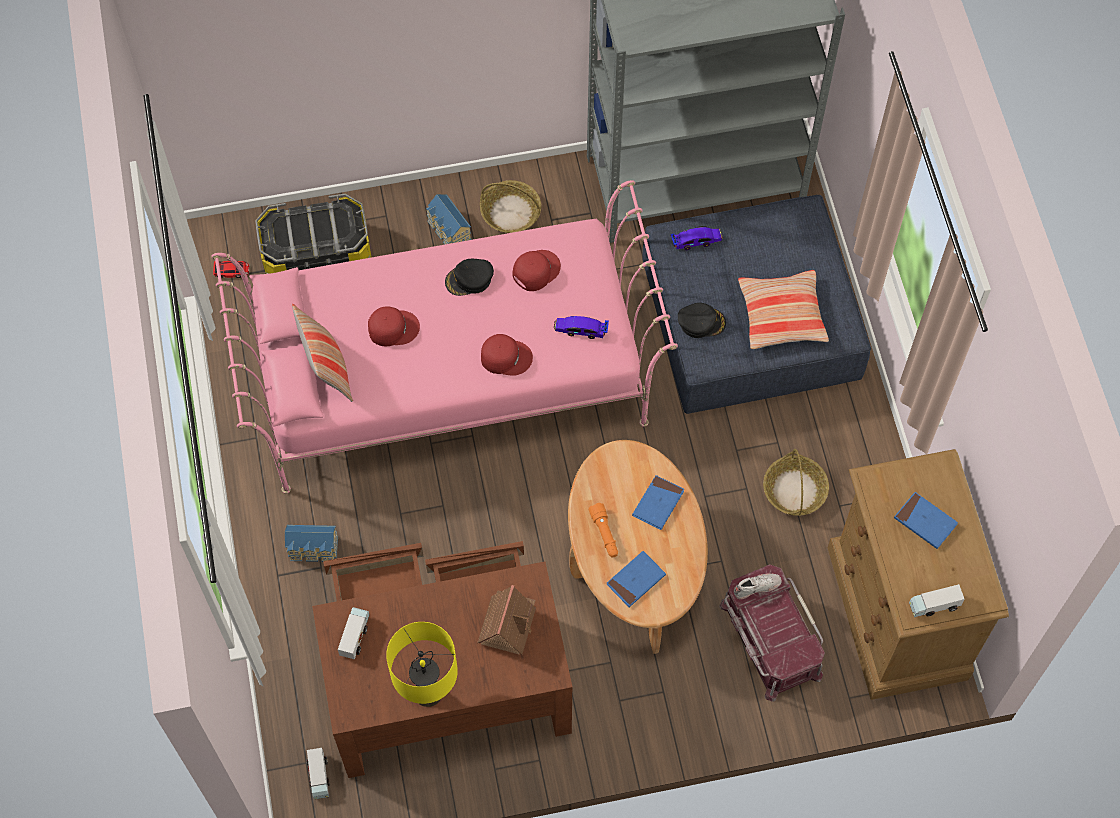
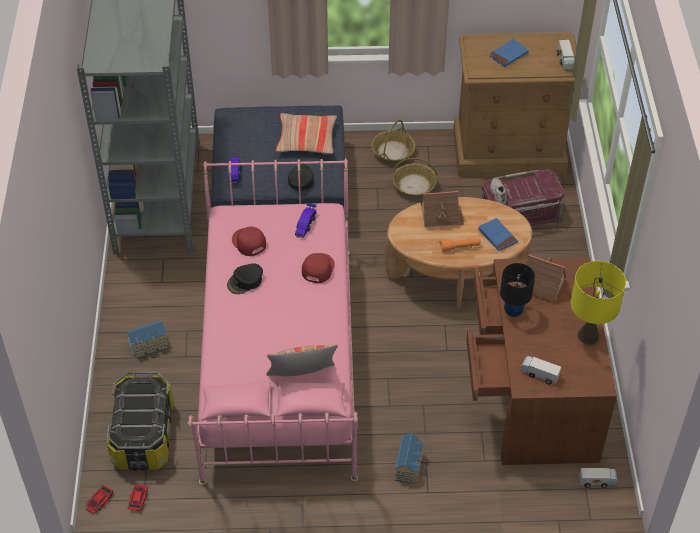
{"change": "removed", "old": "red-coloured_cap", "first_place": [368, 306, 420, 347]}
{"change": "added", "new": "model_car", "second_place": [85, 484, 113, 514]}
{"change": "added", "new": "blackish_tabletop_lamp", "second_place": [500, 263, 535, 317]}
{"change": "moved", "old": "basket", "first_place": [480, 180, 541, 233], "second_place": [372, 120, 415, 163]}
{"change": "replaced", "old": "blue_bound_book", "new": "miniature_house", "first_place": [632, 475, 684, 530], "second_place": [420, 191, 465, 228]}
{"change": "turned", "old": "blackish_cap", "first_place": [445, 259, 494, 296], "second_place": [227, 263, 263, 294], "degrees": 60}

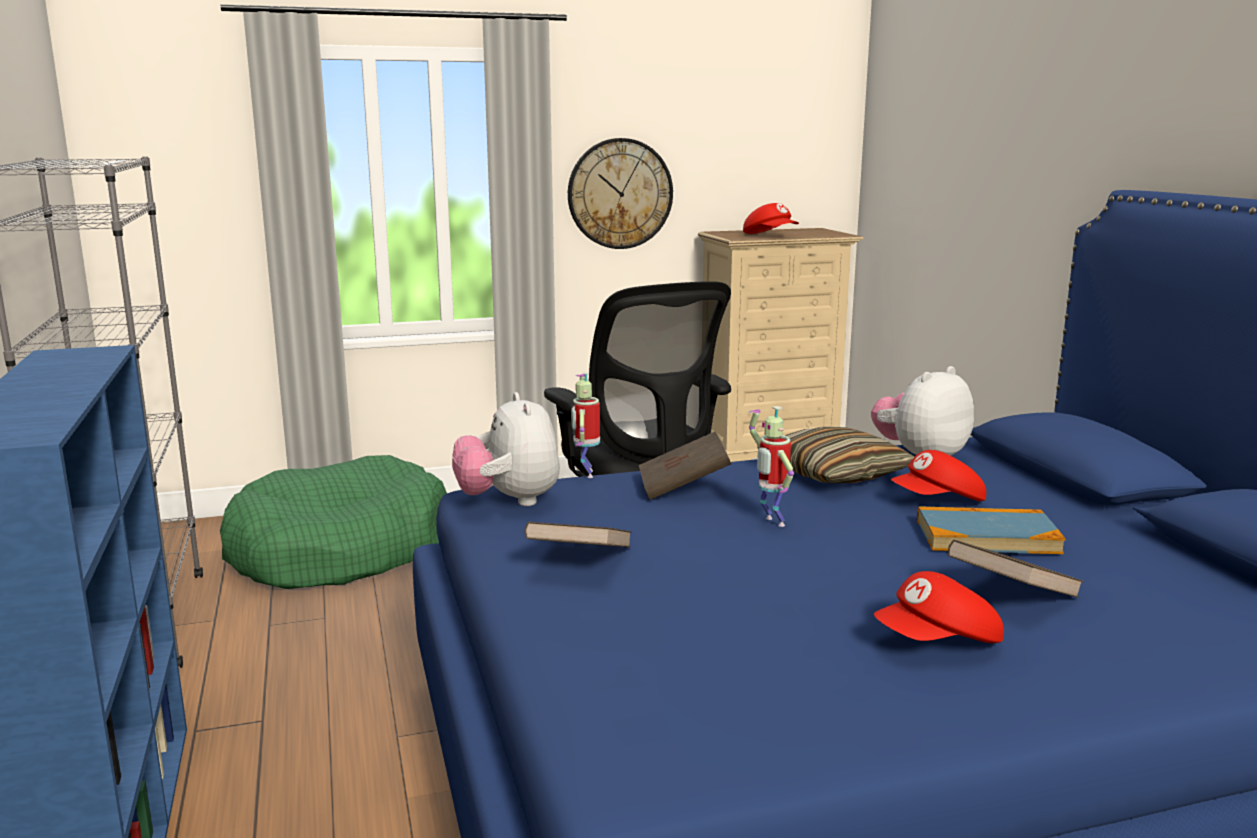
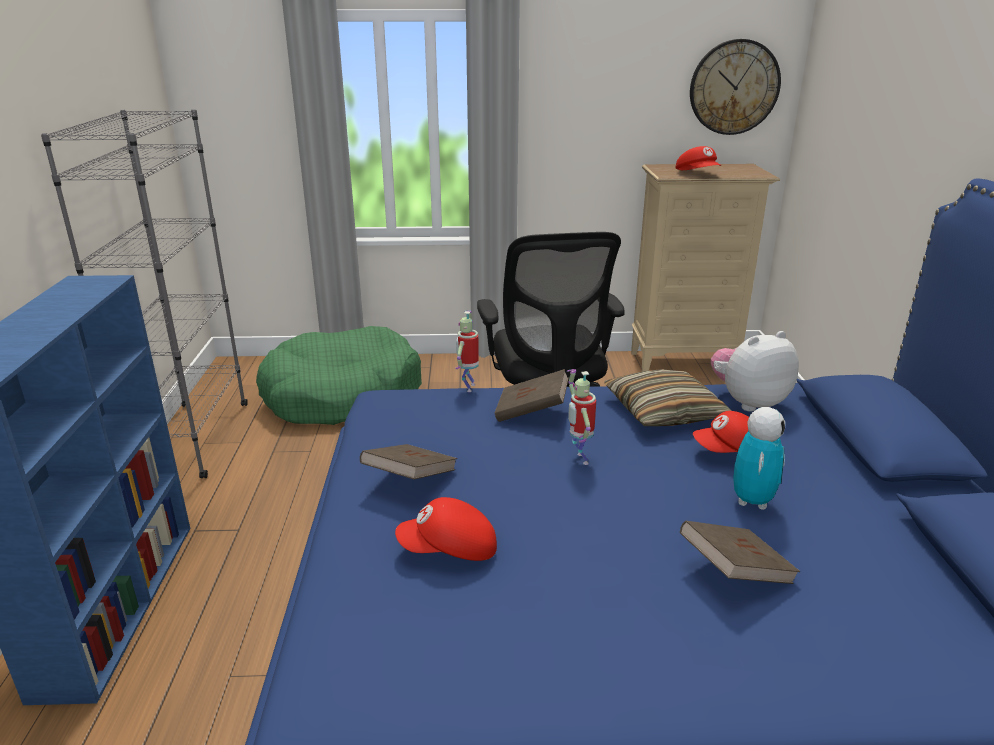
{"change": "removed", "old": "soft_toy", "first_place": [452, 392, 560, 506]}
{"change": "moved", "old": "wall_clock", "first_place": [568, 138, 673, 249], "second_place": [690, 39, 781, 135]}
{"change": "moved", "old": "red-coloured_cap", "first_place": [874, 571, 1004, 643], "second_place": [395, 497, 497, 561]}
{"change": "replaced", "old": "bound_book", "new": "toy_robot", "first_place": [917, 506, 1066, 554], "second_place": [733, 407, 785, 510]}

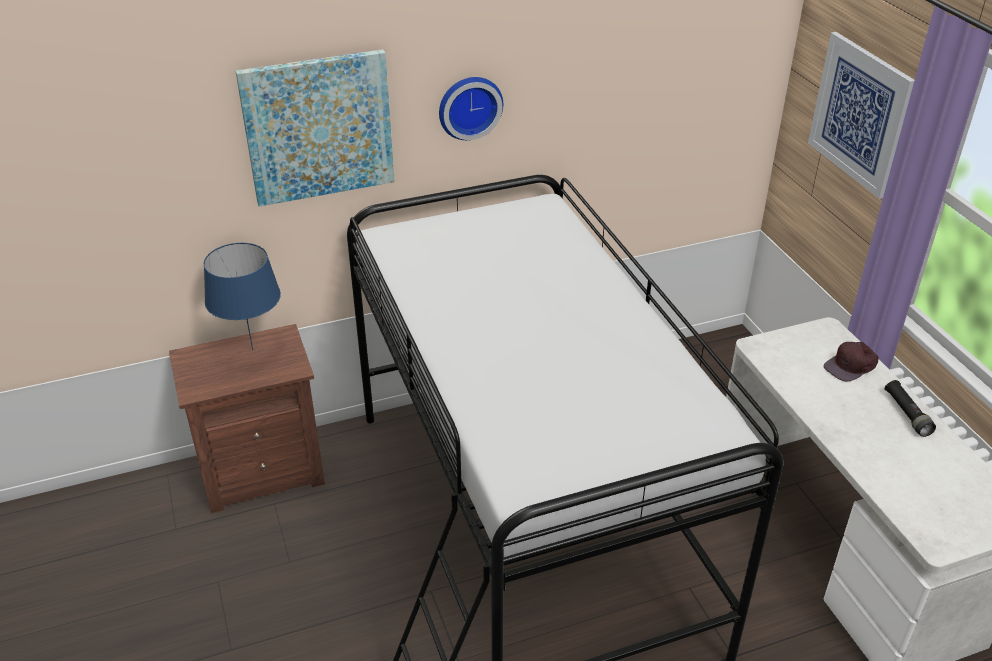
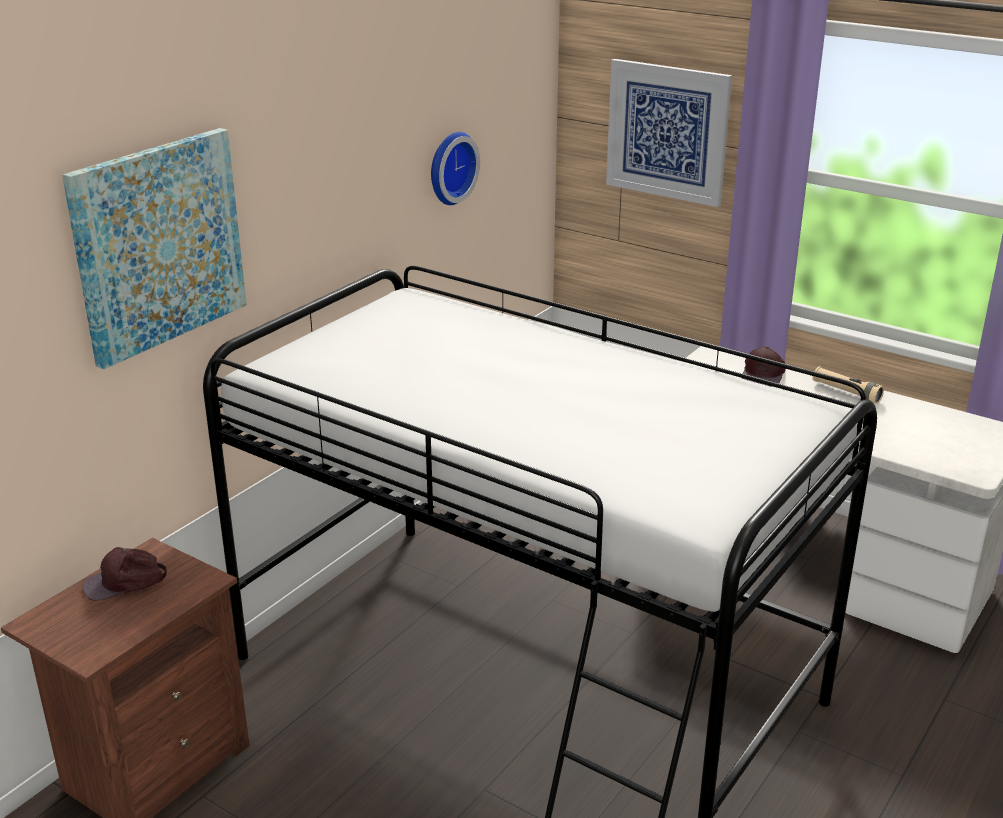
{"change": "moved", "old": "wall_clock", "first_place": [439, 77, 503, 140], "second_place": [431, 132, 480, 205]}
{"change": "replaced", "old": "blue_tabletop_lamp", "new": "brown_cap", "first_place": [204, 243, 281, 350], "second_place": [82, 547, 166, 601]}
{"change": "recoloured", "old": "blackish_hand_torch", "new": "beige_hand_torch", "first_place": [884, 380, 936, 437], "second_place": [812, 366, 884, 404]}

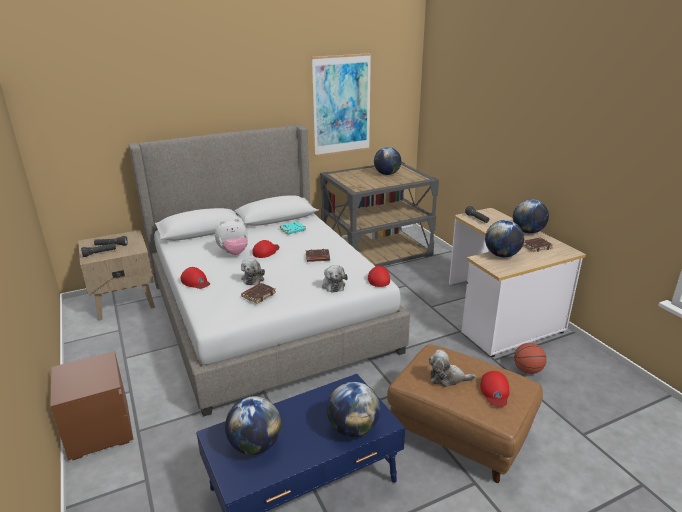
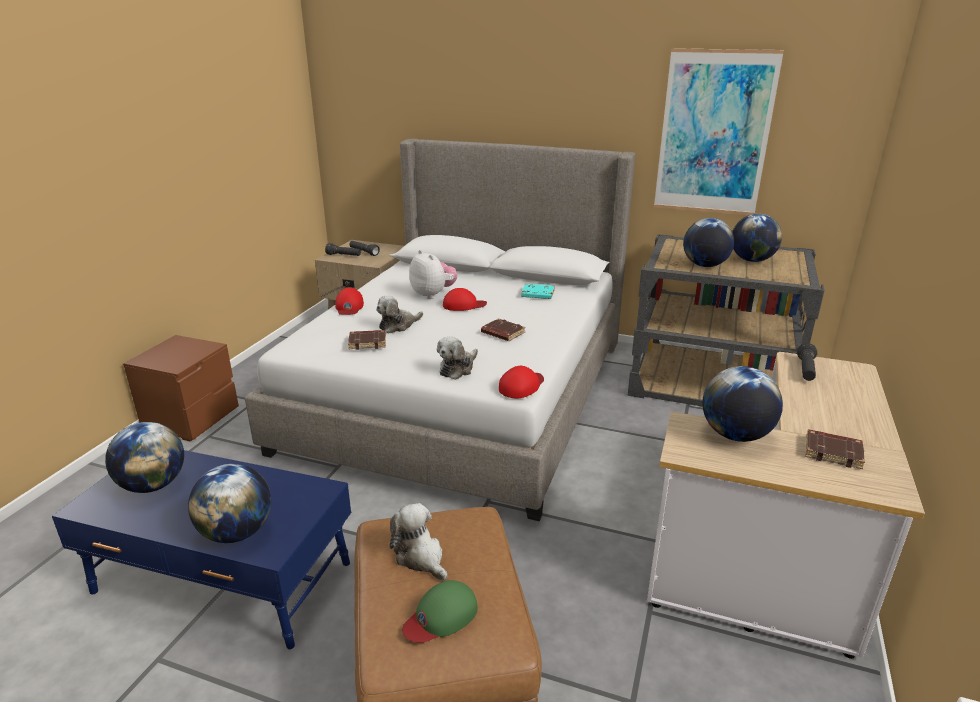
{"change": "removed", "old": "ball_for_basketball", "first_place": [514, 343, 547, 374]}
{"change": "moved", "old": "desk_globe", "first_place": [513, 199, 549, 233], "second_place": [683, 218, 734, 267]}
{"change": "recoloured", "old": "red-coloured_cap", "new": "green_cap", "first_place": [480, 371, 509, 407], "second_place": [402, 580, 478, 643]}
{"change": "turned", "old": "soft_toy", "first_place": [215, 219, 248, 255], "second_place": [409, 250, 457, 299], "degrees": -150}

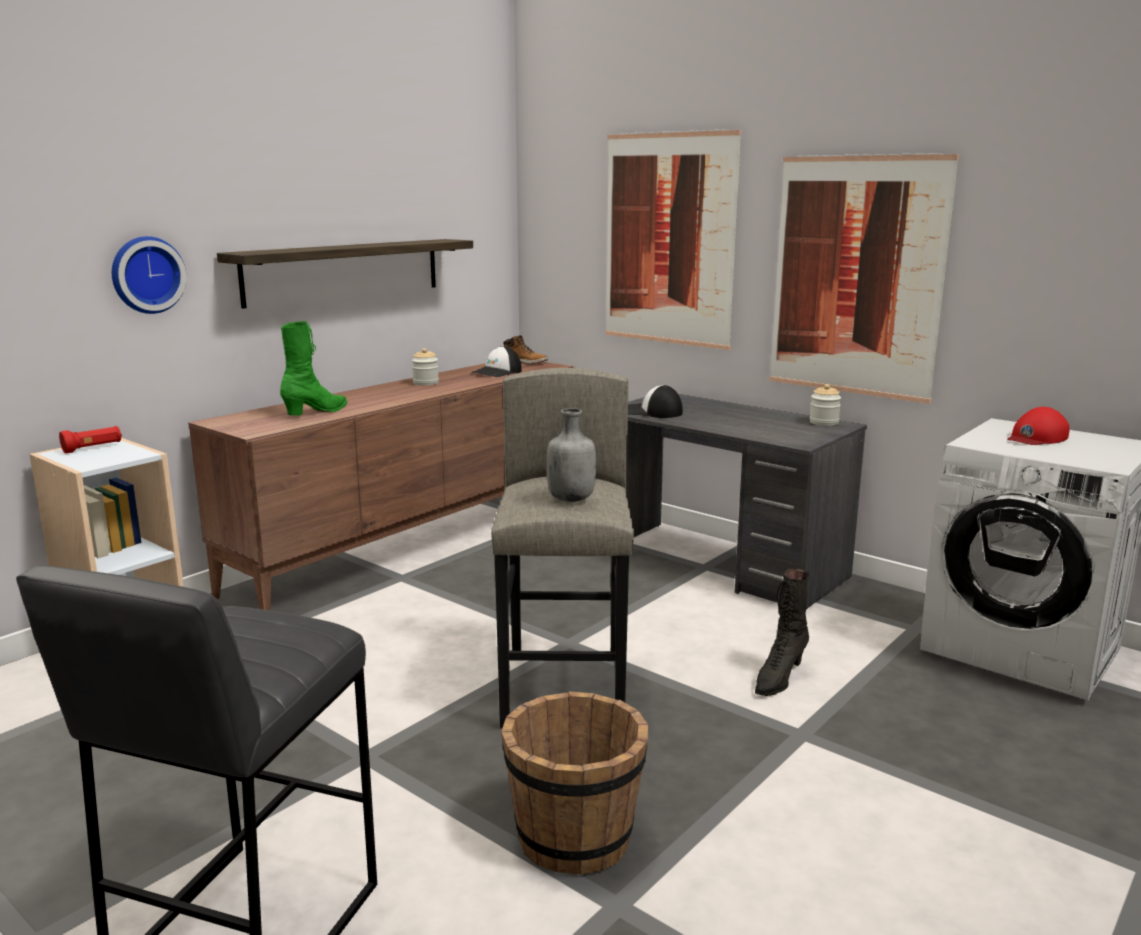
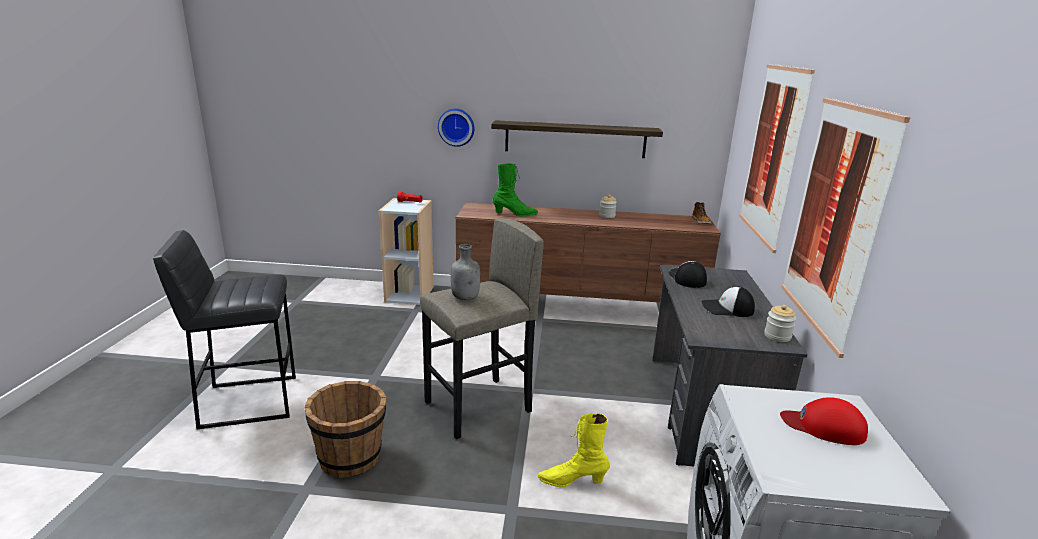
{"change": "moved", "old": "cap", "first_place": [471, 346, 522, 377], "second_place": [702, 286, 755, 317]}
{"change": "recoloured", "old": "blackish_tall_boot", "new": "yellowish_tall_boot", "first_place": [755, 569, 809, 696], "second_place": [537, 413, 610, 487]}

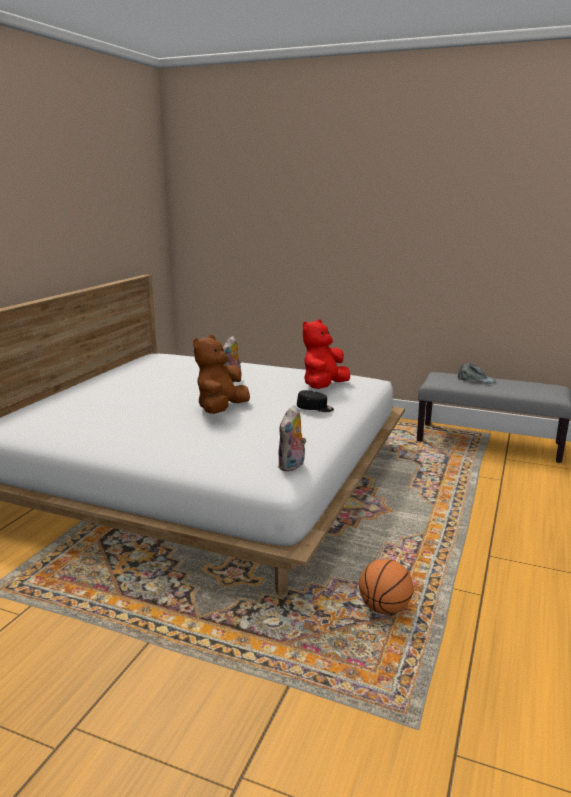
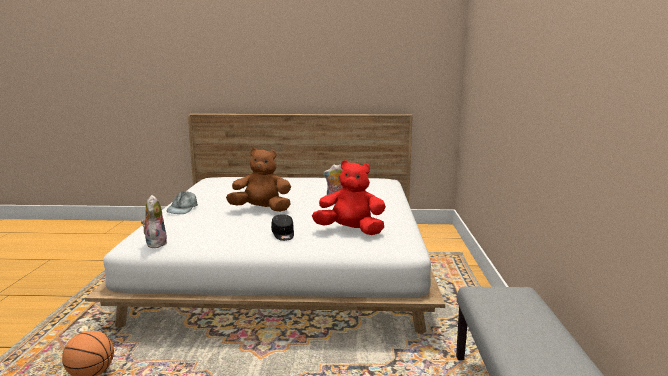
{"change": "moved", "old": "gray_cap", "first_place": [457, 363, 496, 384], "second_place": [167, 191, 198, 214]}
{"change": "turned", "old": "soft_toy", "first_place": [278, 405, 307, 472], "second_place": [141, 195, 167, 248], "degrees": 75}

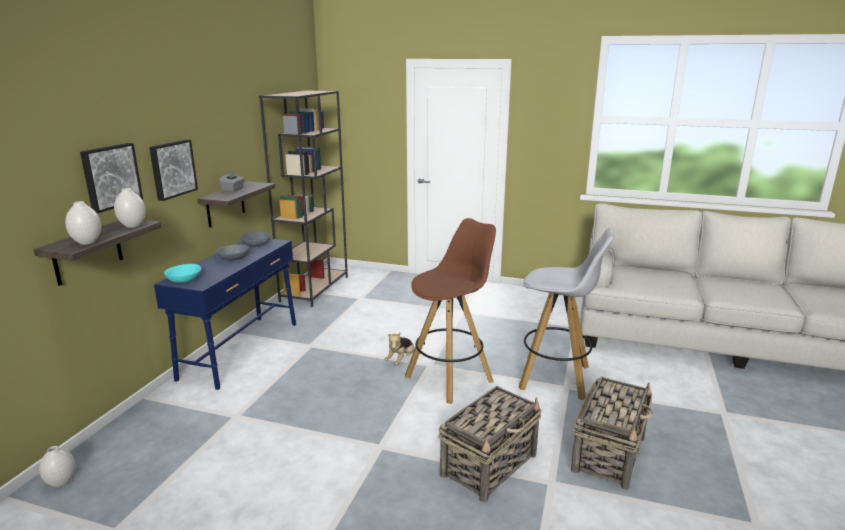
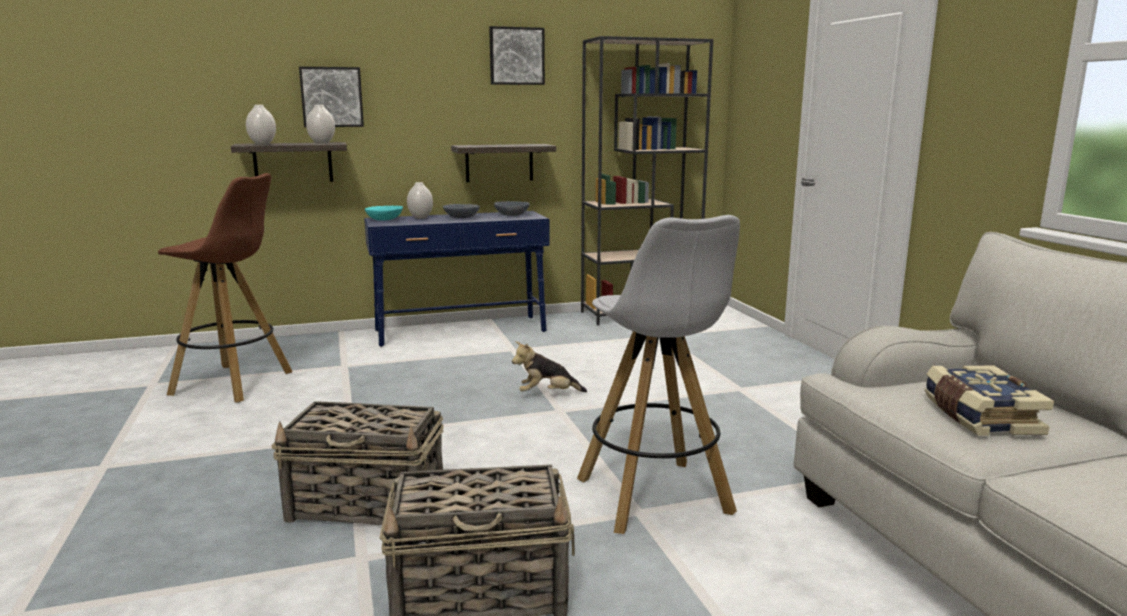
{"change": "removed", "old": "gray_tissue_box", "first_place": [218, 170, 245, 192]}
{"change": "added", "new": "bound_book", "second_place": [924, 365, 1054, 436]}
{"change": "moved", "old": "whitish_flower_vase", "first_place": [39, 446, 75, 487], "second_place": [407, 182, 433, 219]}
{"change": "moved", "old": "picture", "first_place": [149, 140, 198, 201], "second_place": [489, 26, 545, 85]}
{"change": "moved", "old": "brown_stool_seat", "first_place": [405, 218, 496, 404], "second_place": [158, 173, 292, 403]}

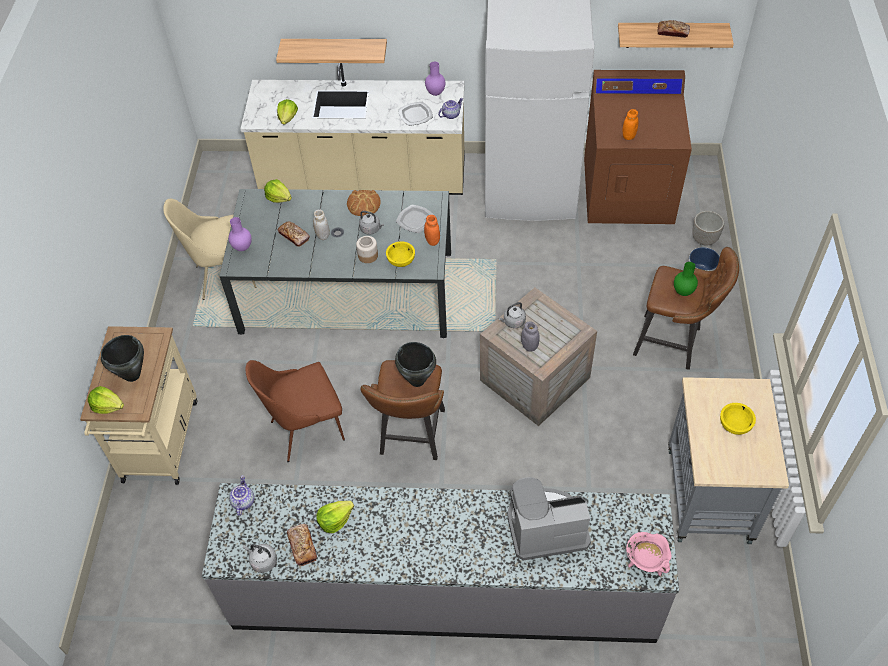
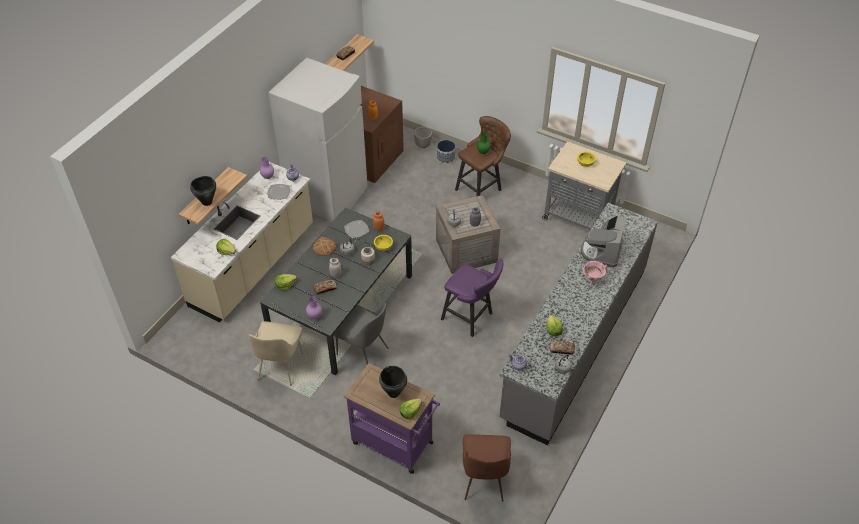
{"change": "added", "new": "gray_chair", "second_place": [333, 303, 389, 364]}
{"change": "moved", "old": "brown_chair", "first_place": [246, 360, 345, 462], "second_place": [463, 434, 511, 501]}
{"change": "moved", "old": "blackish_stockpot", "first_place": [395, 342, 436, 387], "second_place": [190, 176, 216, 206]}
{"change": "moved", "old": "pink_stockpot", "first_place": [626, 532, 671, 576], "second_place": [583, 261, 608, 287]}
{"change": "recoloured", "old": "beige_wheeled_cart", "new": "purplish_wheeled_cart", "first_place": [80, 326, 198, 485], "second_place": [344, 363, 440, 474]}
{"change": "recoloured", "old": "brown_stool_seat", "new": "purplish_stool_seat", "first_place": [360, 360, 445, 460], "second_place": [441, 259, 503, 337]}

